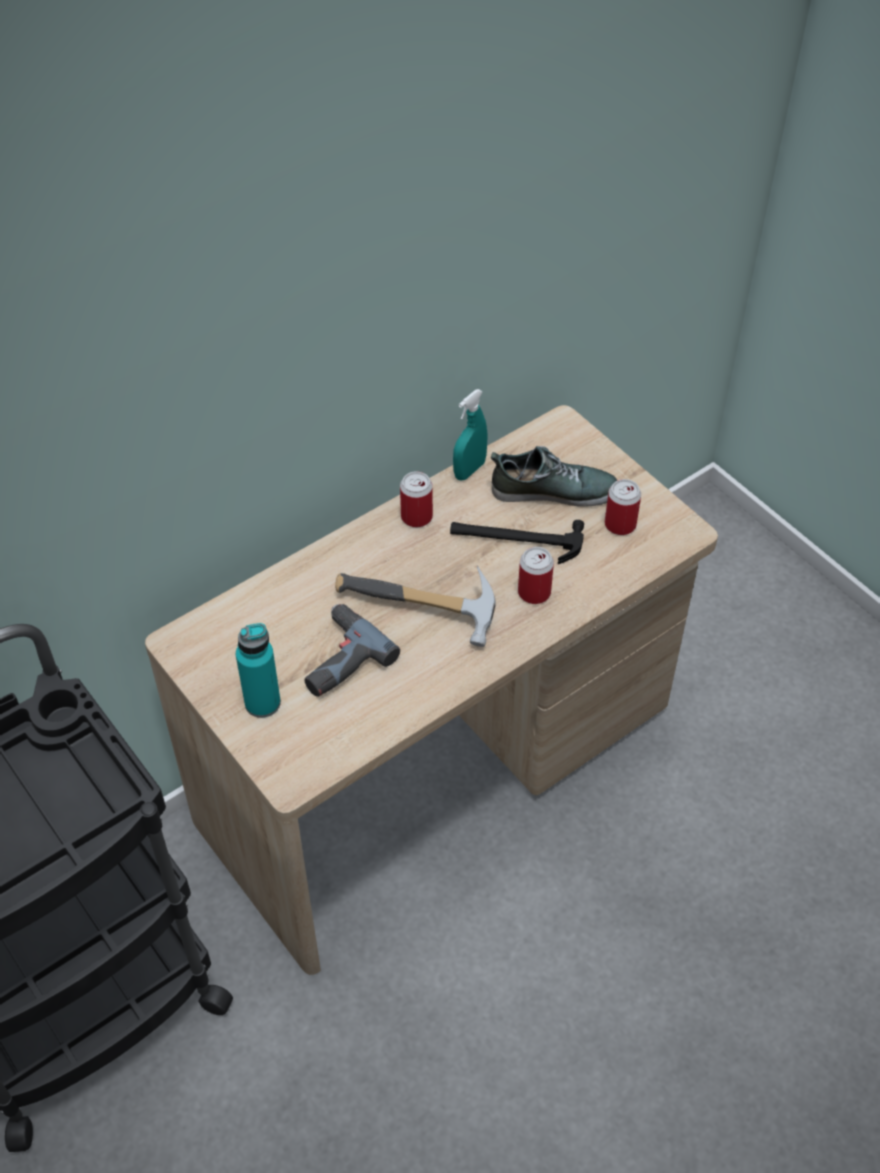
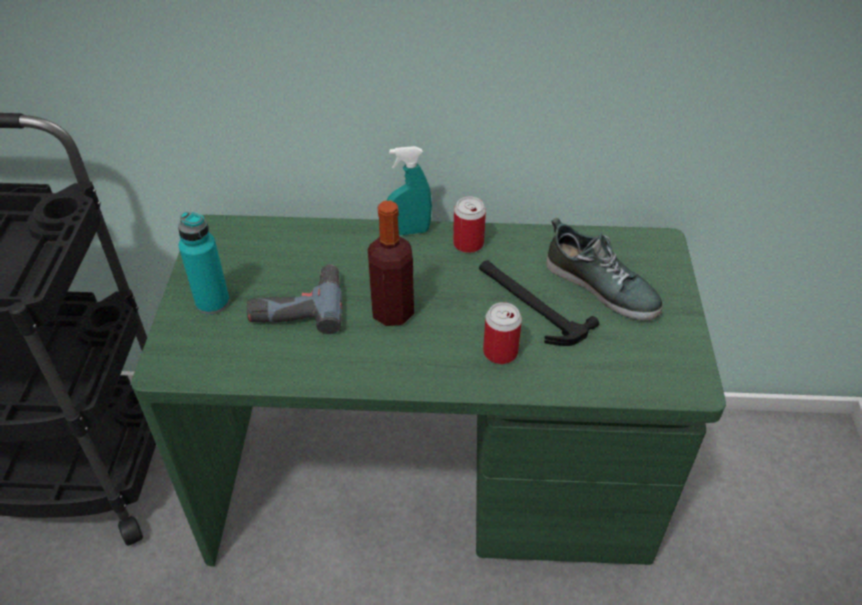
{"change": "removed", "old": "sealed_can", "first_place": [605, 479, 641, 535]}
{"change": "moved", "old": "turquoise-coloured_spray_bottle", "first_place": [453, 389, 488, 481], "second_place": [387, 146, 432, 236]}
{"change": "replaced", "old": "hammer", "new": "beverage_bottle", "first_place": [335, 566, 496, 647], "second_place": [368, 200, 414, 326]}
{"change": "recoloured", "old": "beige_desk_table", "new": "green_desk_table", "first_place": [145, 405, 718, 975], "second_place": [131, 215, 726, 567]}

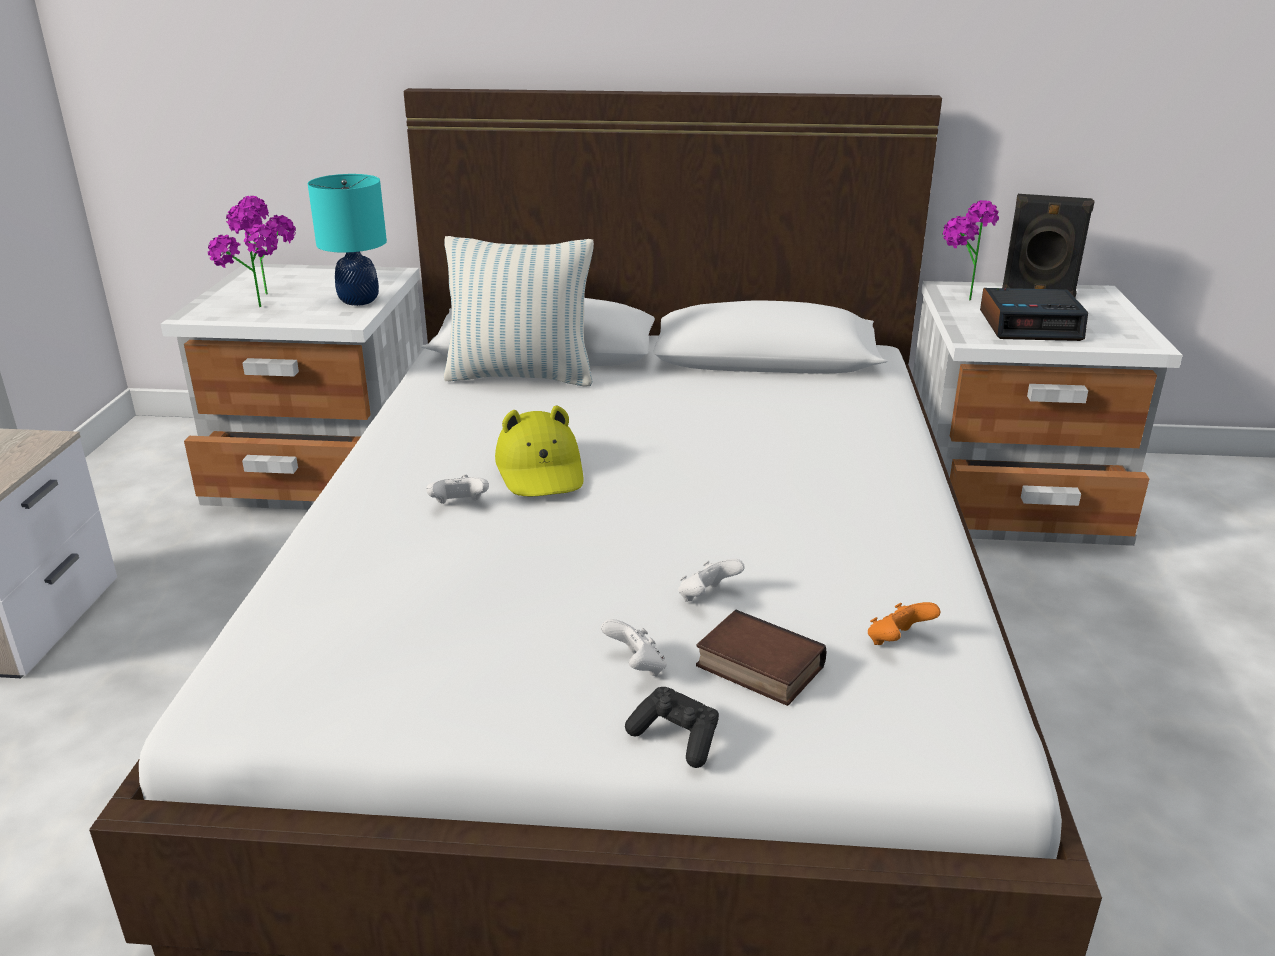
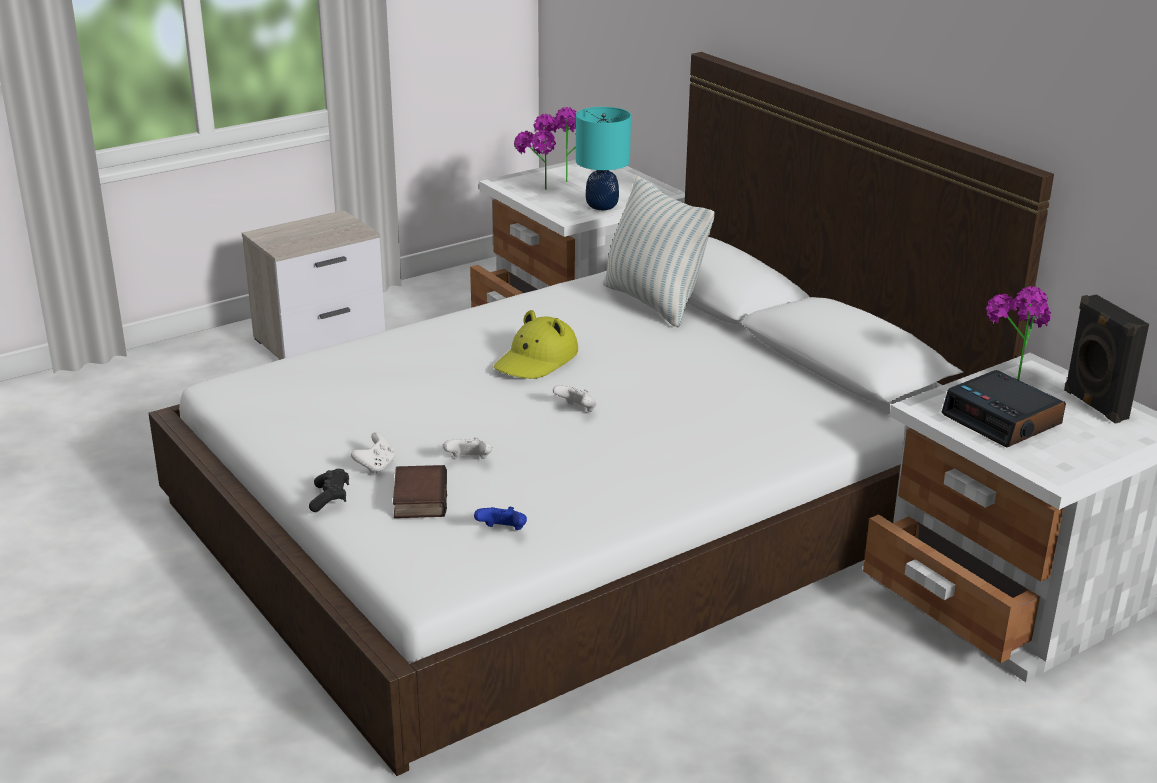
{"change": "moved", "old": "whitish_gamepad", "first_place": [427, 475, 489, 504], "second_place": [553, 385, 597, 412]}
{"change": "recoloured", "old": "orange_gamepad", "new": "blue_gamepad", "first_place": [868, 602, 941, 645], "second_place": [474, 507, 527, 530]}

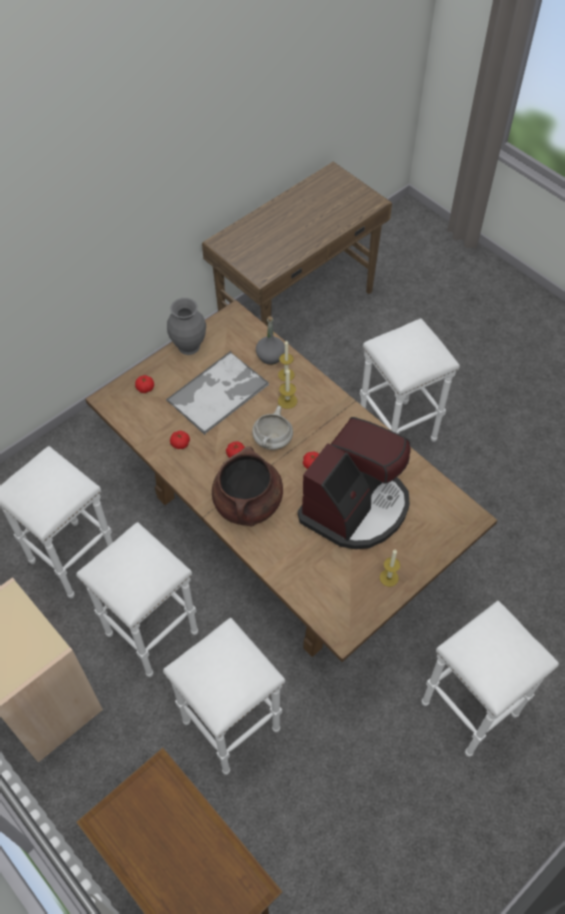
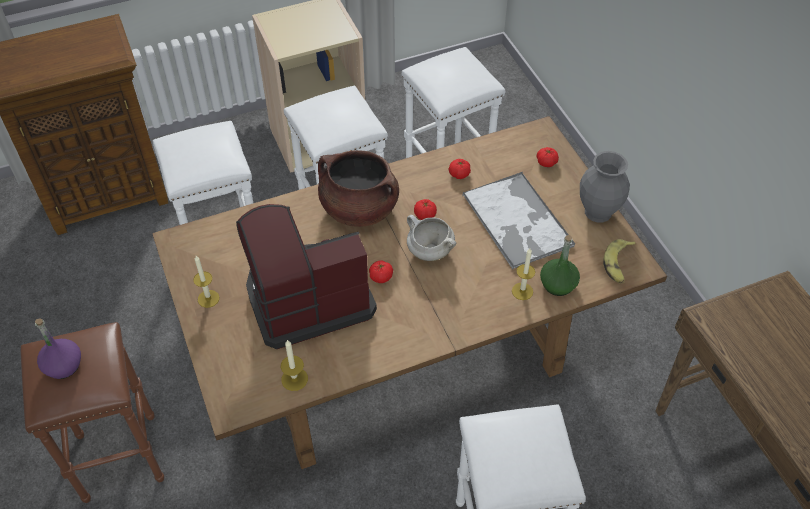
{"change": "added", "new": "purplish_beverage_bottle", "second_place": [35, 318, 81, 379]}
{"change": "added", "new": "banana", "second_place": [603, 239, 636, 284]}
{"change": "moved", "old": "candle", "first_place": [278, 368, 297, 409], "second_place": [281, 340, 308, 391]}
{"change": "recoloured", "old": "gray_beverage_bottle", "new": "green_beverage_bottle", "first_place": [256, 316, 285, 365], "second_place": [540, 235, 580, 296]}
{"change": "recoloured", "old": "whitish_stool_seat", "new": "brown_stool_seat", "first_place": [422, 601, 559, 757], "second_place": [21, 322, 164, 503]}
{"change": "turned", "old": "coffee_brewer", "first_place": [298, 417, 411, 549], "second_place": [236, 204, 377, 349], "degrees": 105}

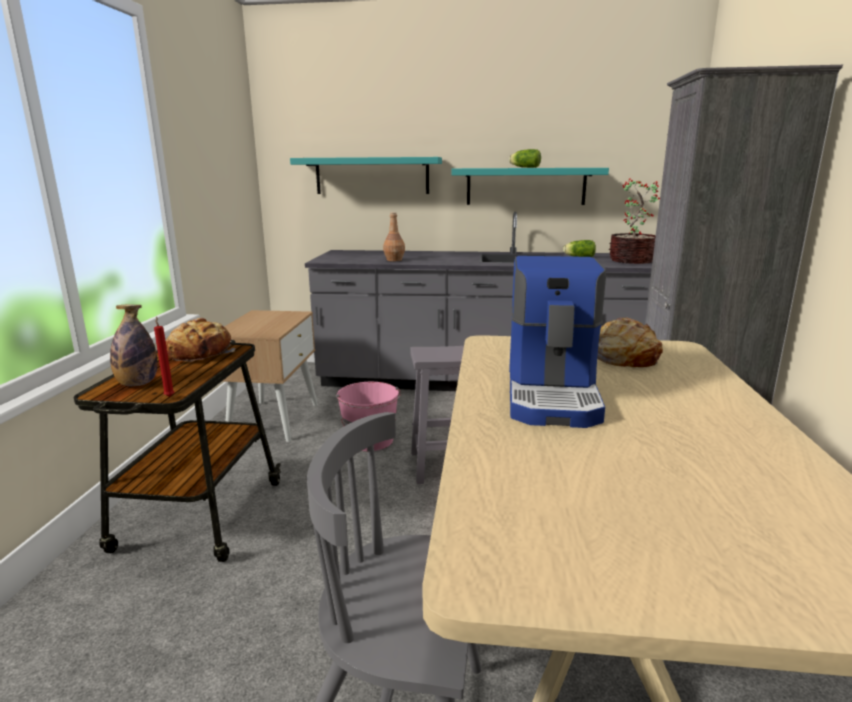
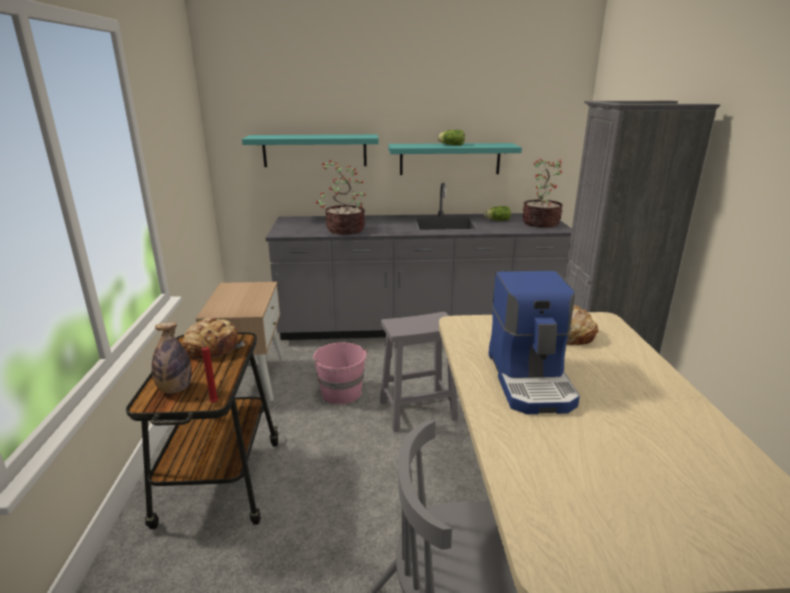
{"change": "replaced", "old": "brown_beverage_bottle", "new": "houseplant", "first_place": [383, 212, 405, 261], "second_place": [316, 160, 366, 235]}

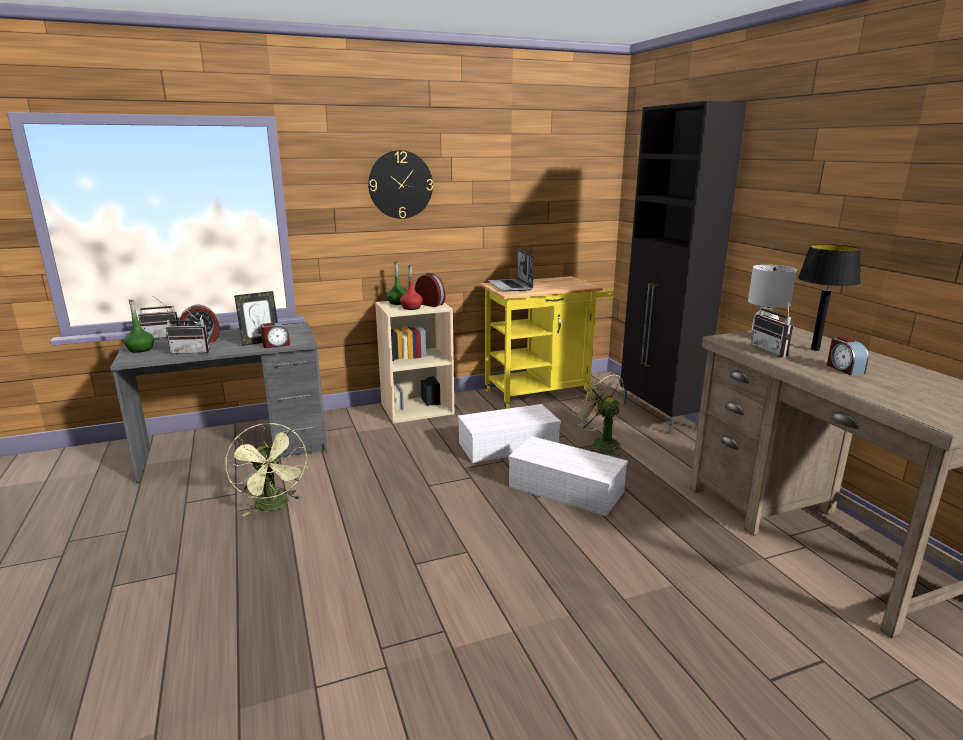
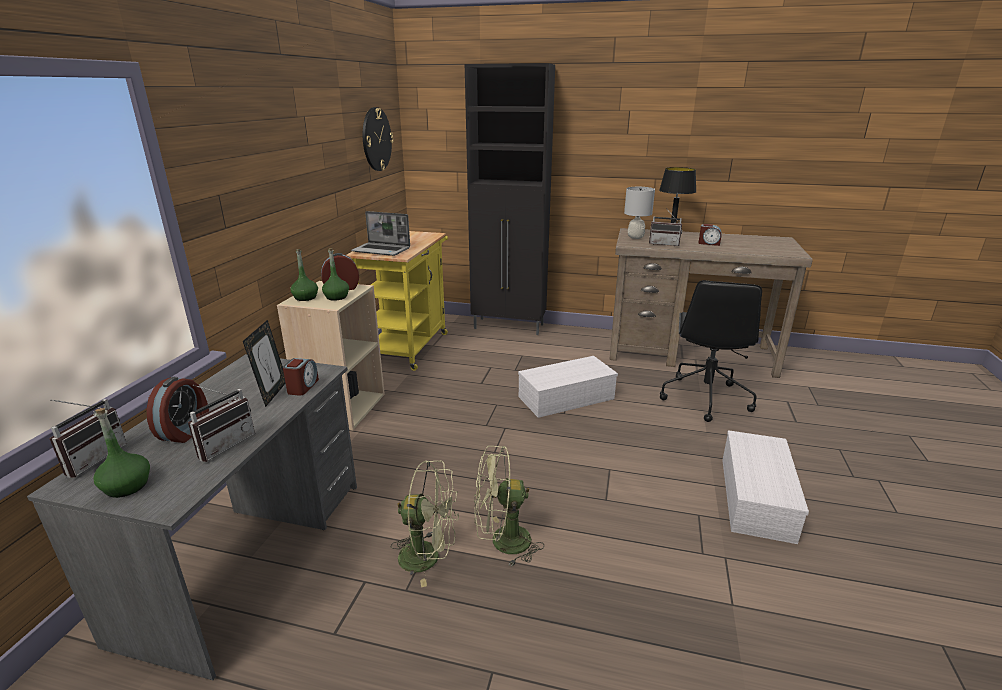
{"change": "added", "new": "blackish_desk_chair", "second_place": [660, 280, 762, 422]}
{"change": "moved", "old": "wall_clock", "first_place": [368, 150, 433, 219], "second_place": [363, 107, 393, 171]}
{"change": "moved", "old": "whitish_storage_bin", "first_place": [458, 404, 561, 463], "second_place": [722, 430, 809, 544]}
{"change": "moved", "old": "green_fan", "first_place": [572, 371, 624, 456], "second_place": [474, 446, 544, 567]}
{"change": "recoloured", "old": "red-coloured_beverage_bottle", "new": "green_beverage_bottle", "first_place": [400, 265, 423, 310], "second_place": [322, 248, 349, 301]}

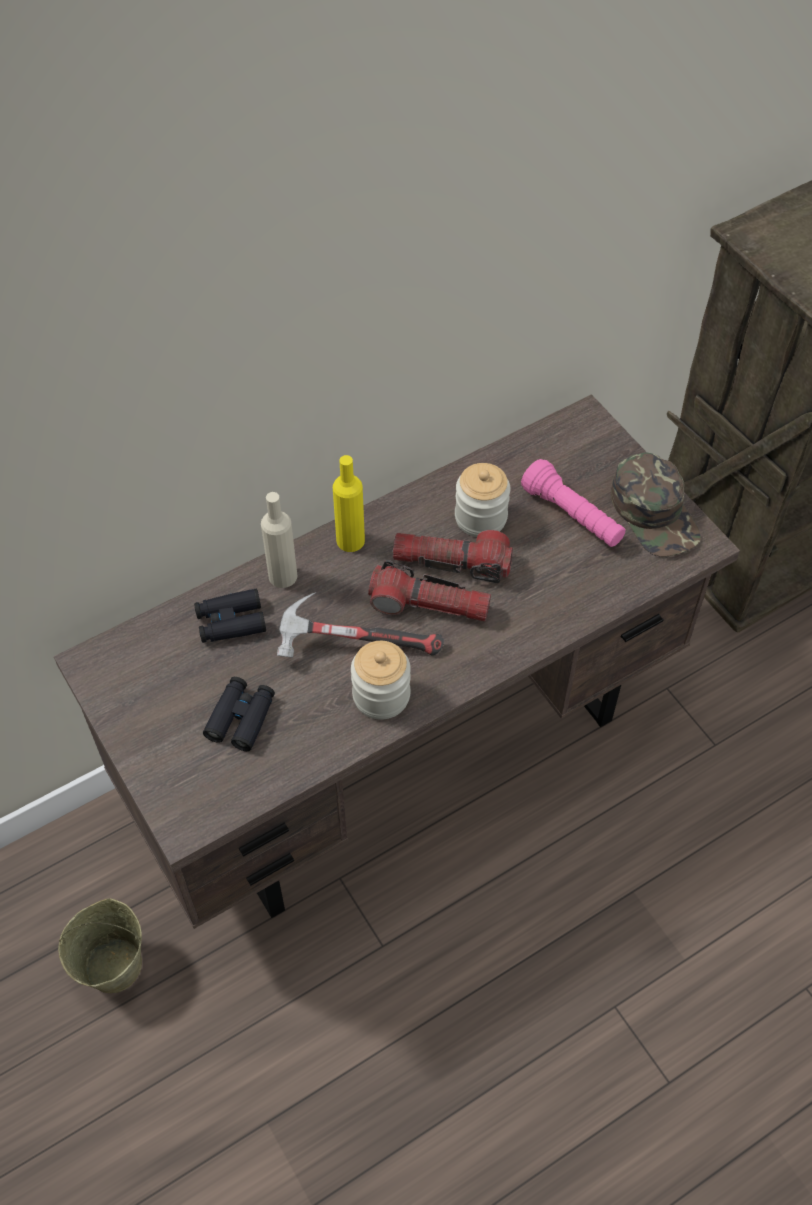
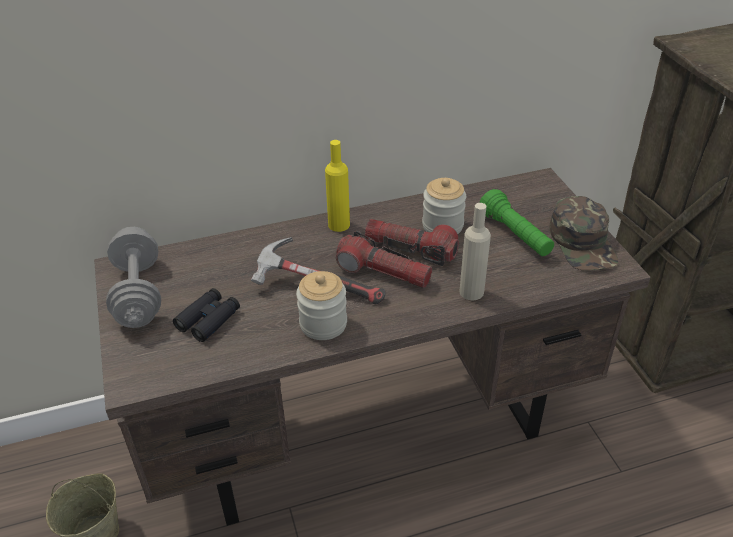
{"change": "removed", "old": "blackish_pair_of_binoculars", "first_place": [194, 588, 266, 643]}
{"change": "added", "new": "gray_dumbbell", "second_place": [106, 227, 161, 328]}
{"change": "moved", "old": "beige_beverage_bottle", "first_place": [261, 492, 298, 588], "second_place": [460, 203, 491, 300]}
{"change": "recoloured", "old": "pink_hand_torch", "new": "green_hand_torch", "first_place": [521, 459, 625, 547], "second_place": [480, 189, 554, 256]}

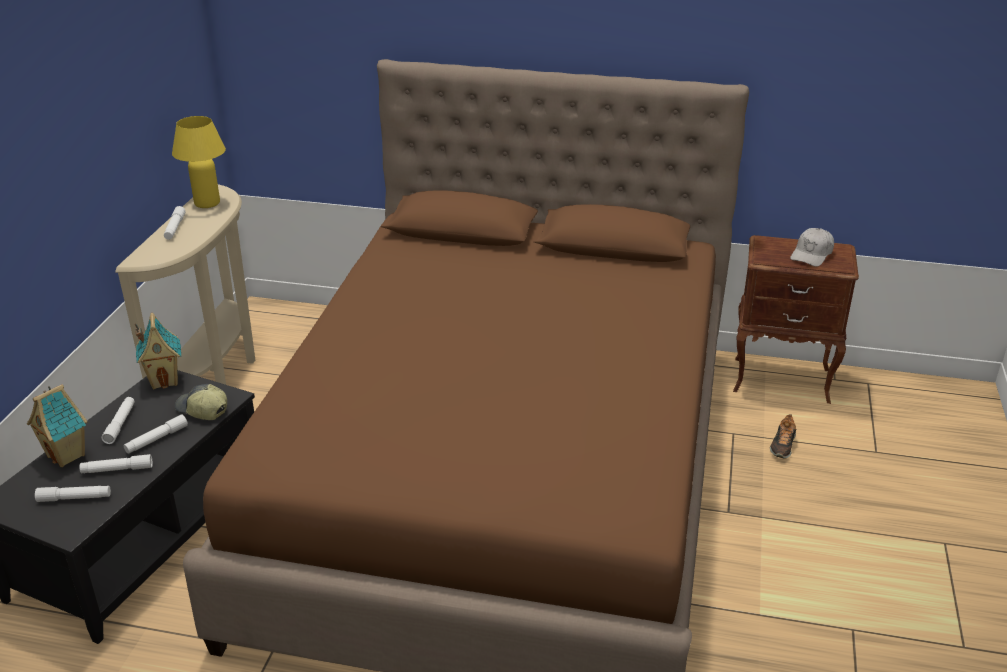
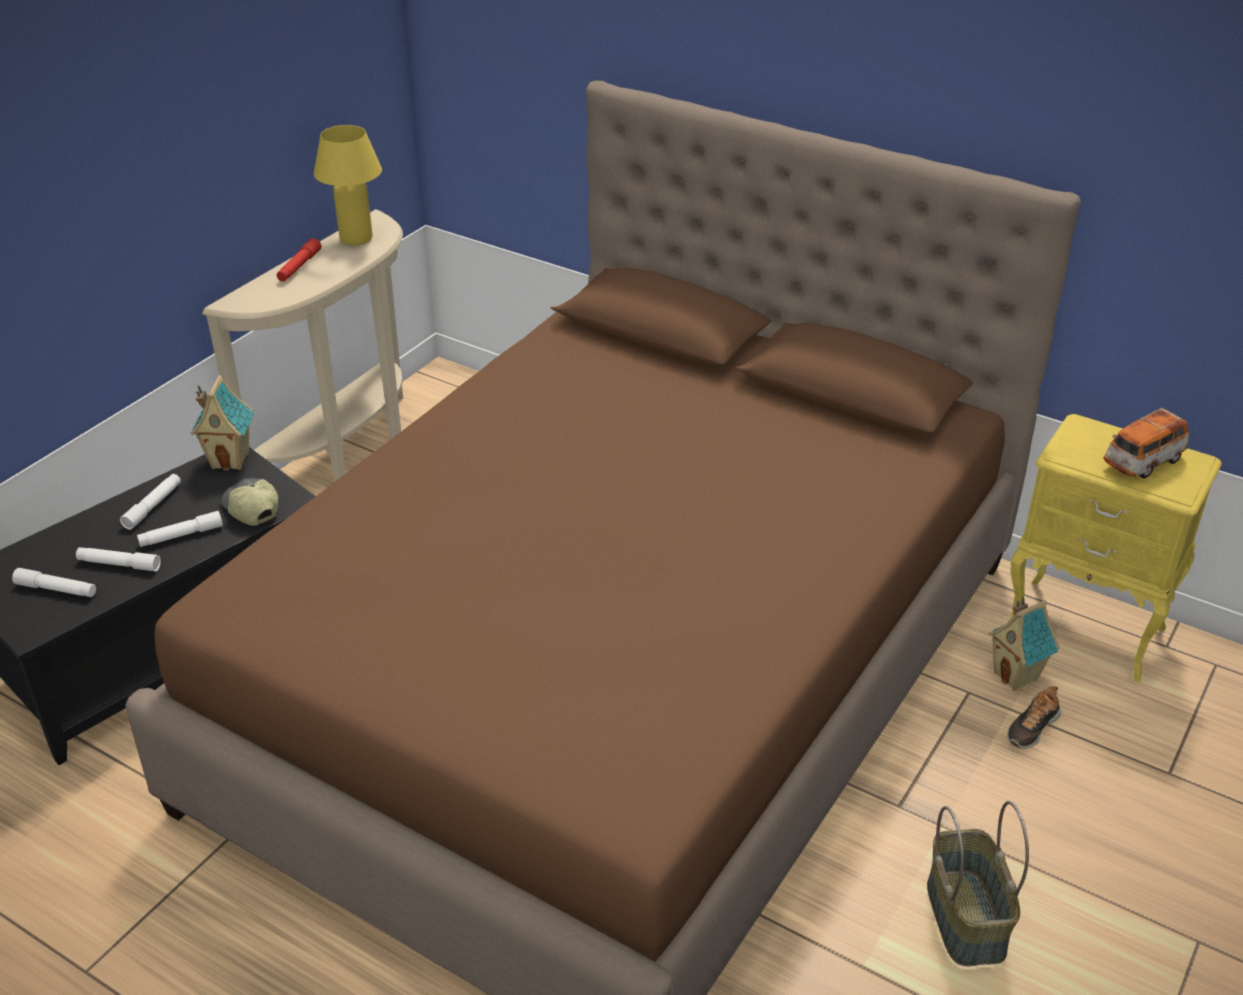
{"change": "added", "new": "basket", "second_place": [927, 801, 1029, 966]}
{"change": "moved", "old": "miniature_house", "first_place": [27, 384, 87, 467], "second_place": [988, 597, 1060, 691]}
{"change": "replaced", "old": "whitish_cap", "new": "model_car", "first_place": [790, 228, 834, 267], "second_place": [1103, 408, 1189, 478]}
{"change": "recoloured", "old": "whitish_hand_torch", "new": "red-coloured_hand_torch", "first_place": [164, 206, 186, 240], "second_place": [277, 238, 321, 282]}
{"change": "recoloured", "old": "brown_bedside_table", "new": "yellowish_bedside_table", "first_place": [733, 235, 859, 404], "second_place": [1006, 414, 1222, 683]}

